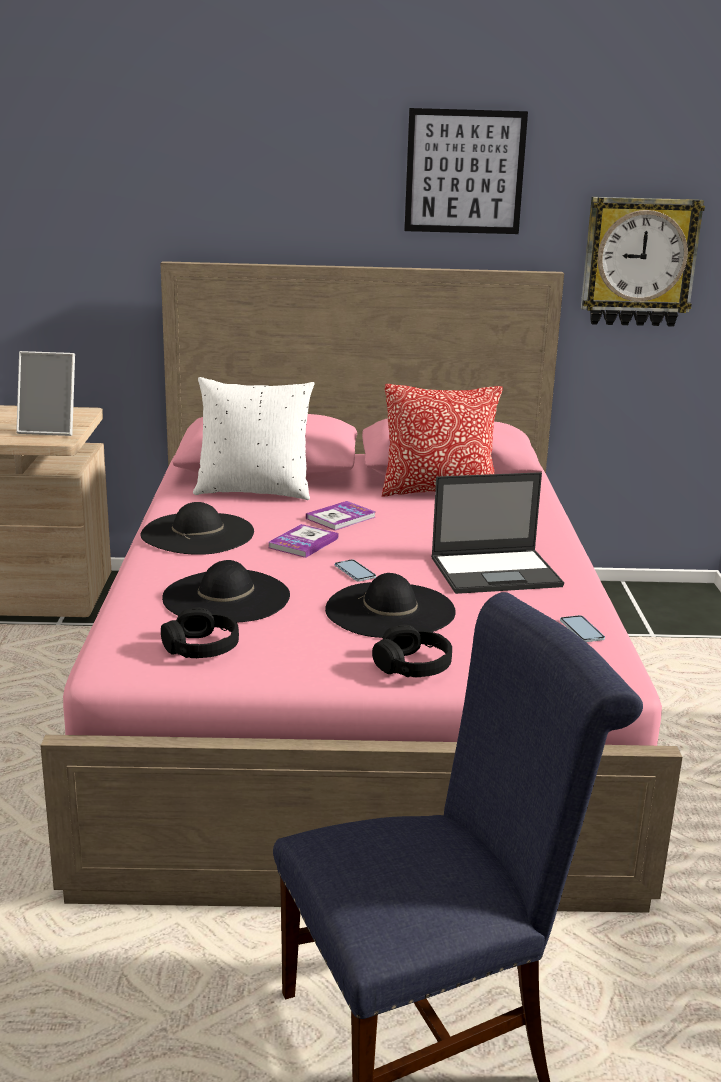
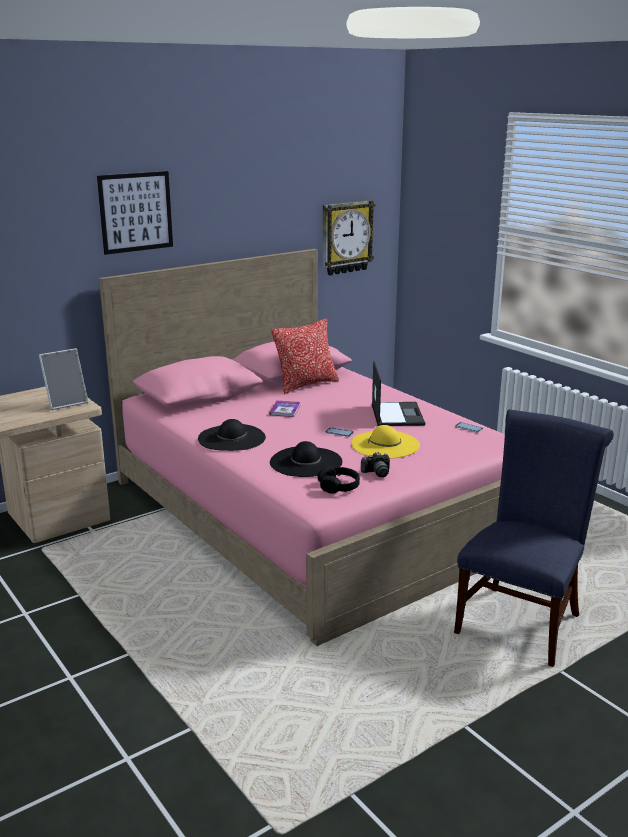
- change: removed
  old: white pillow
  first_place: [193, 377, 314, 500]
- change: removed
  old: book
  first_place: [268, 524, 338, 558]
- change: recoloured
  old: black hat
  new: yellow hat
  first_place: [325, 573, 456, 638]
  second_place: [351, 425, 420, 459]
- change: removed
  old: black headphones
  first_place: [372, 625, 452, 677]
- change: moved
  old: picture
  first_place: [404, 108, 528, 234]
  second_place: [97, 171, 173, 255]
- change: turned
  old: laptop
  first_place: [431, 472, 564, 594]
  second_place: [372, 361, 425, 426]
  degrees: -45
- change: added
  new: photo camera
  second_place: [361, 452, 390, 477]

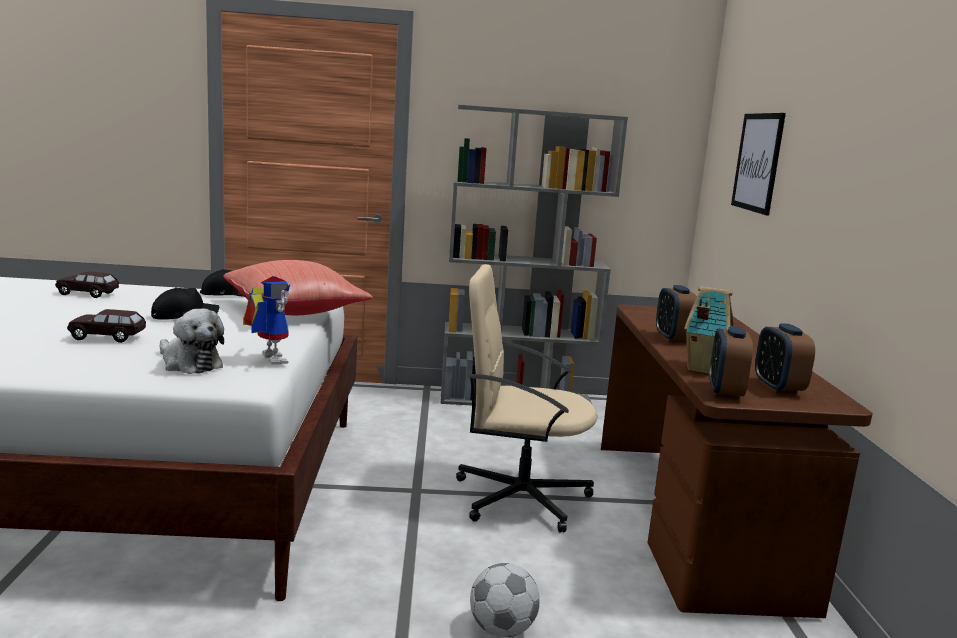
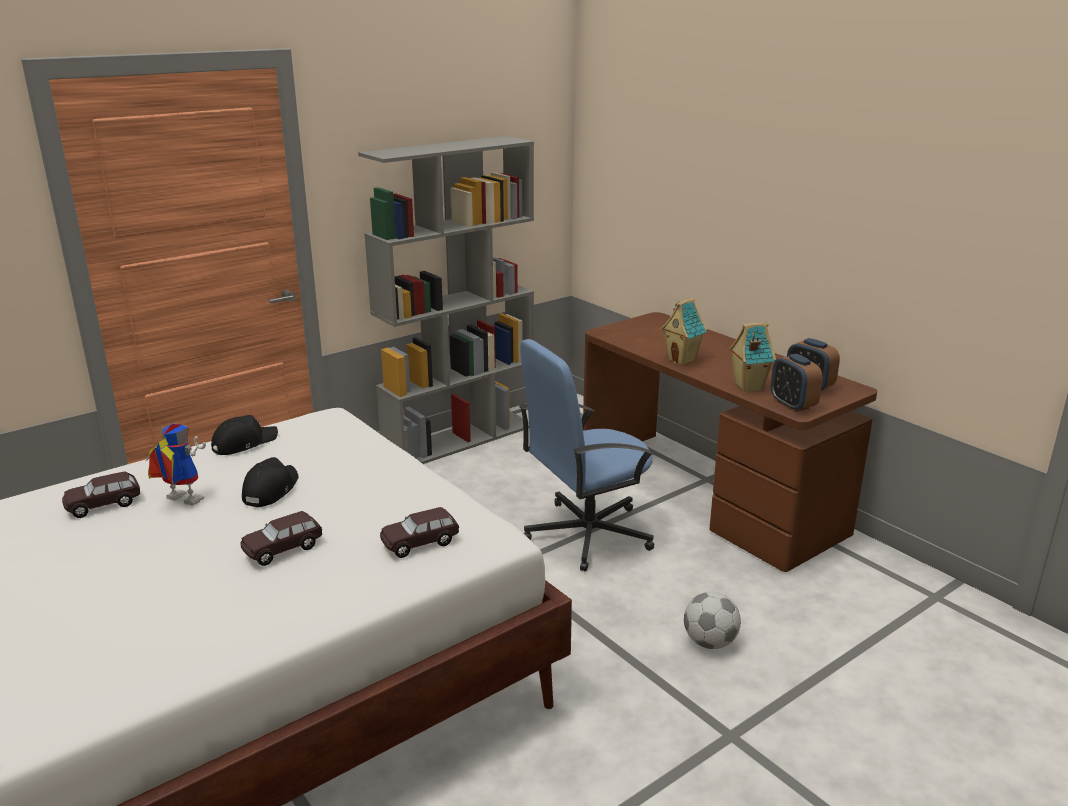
- change: replaced
  old: plush toy
  new: brown toy car
  first_place: [160, 309, 224, 374]
  second_place: [380, 507, 459, 558]
- change: removed
  old: red pillow
  first_place: [224, 260, 373, 315]
- change: moved
  old: toy robot
  first_place: [243, 276, 290, 365]
  second_place: [145, 423, 206, 506]
- change: recoloured
  old: beige office chair
  new: blue office chair
  first_place: [456, 264, 598, 533]
  second_place: [519, 339, 655, 572]
- change: replaced
  old: alarm clock
  new: toy house
  first_place: [656, 285, 697, 343]
  second_place: [660, 298, 707, 365]
- change: removed
  old: picture
  first_place: [731, 113, 786, 216]

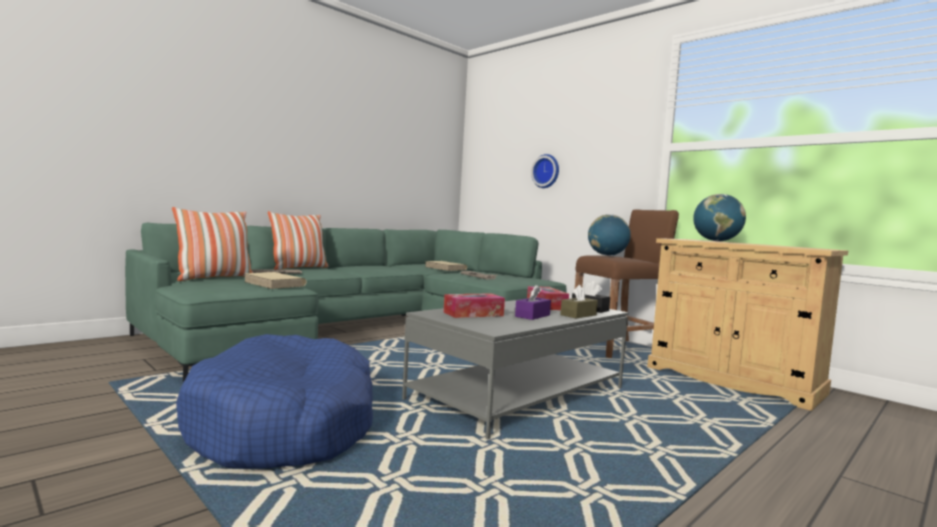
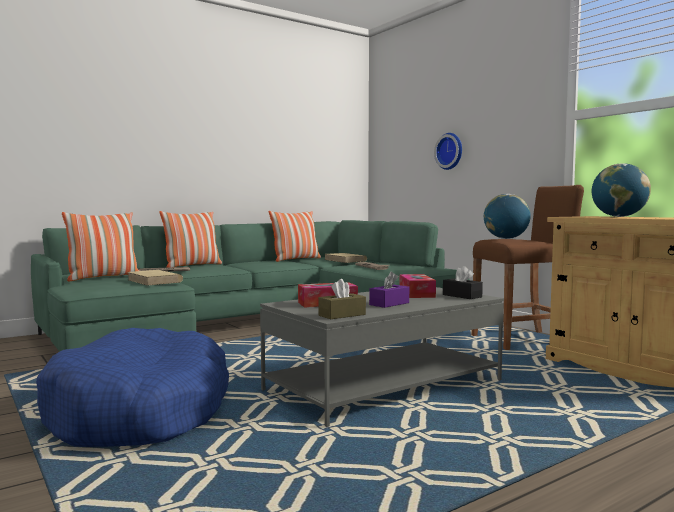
- change: moved
  old: brown tissue box
  first_place: [560, 285, 598, 318]
  second_place: [318, 279, 366, 319]
- change: added
  new: pillow
  second_place: [268, 211, 321, 262]

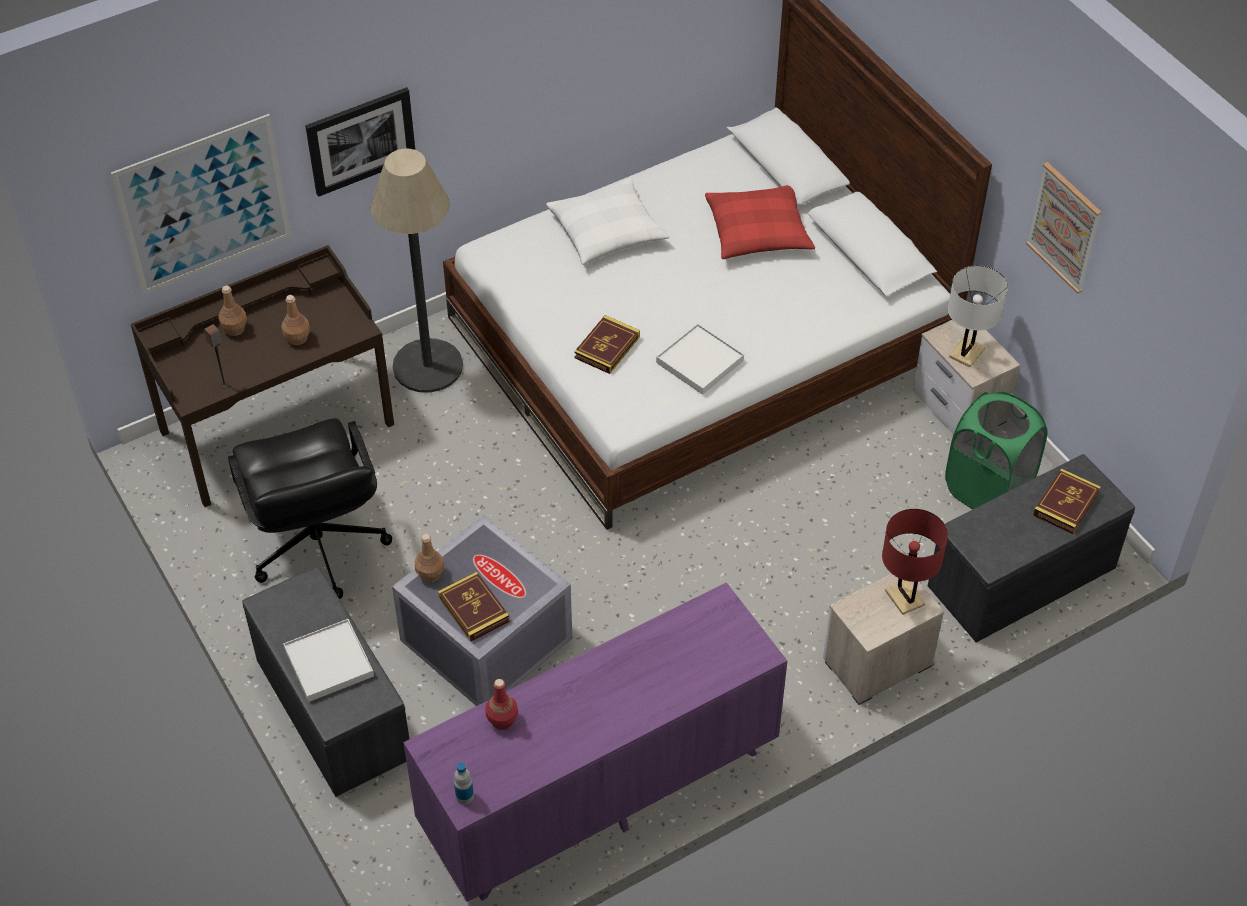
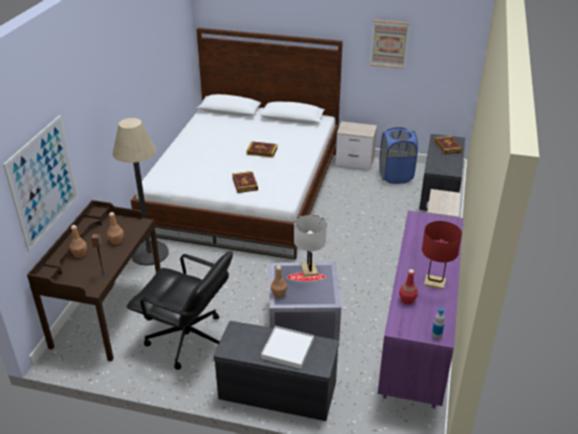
- change: removed
  old: picture
  first_place: [305, 87, 415, 197]
- change: moved
  old: book
  first_place: [438, 572, 510, 642]
  second_place: [247, 141, 278, 158]
- change: removed
  old: white pillow
  first_place: [546, 178, 669, 265]
- change: removed
  old: white tray
  first_place: [656, 324, 744, 395]
- change: removed
  old: red pillow
  first_place: [705, 185, 815, 259]
- change: moved
  old: red table lamp
  first_place: [882, 509, 948, 615]
  second_place: [422, 221, 462, 290]
- change: recoloured
  old: green laundry basket
  new: blue laundry basket
  first_place: [945, 391, 1047, 509]
  second_place: [379, 127, 418, 184]
- change: moved
  old: white table lamp
  first_place: [948, 265, 1008, 367]
  second_place: [294, 215, 327, 276]

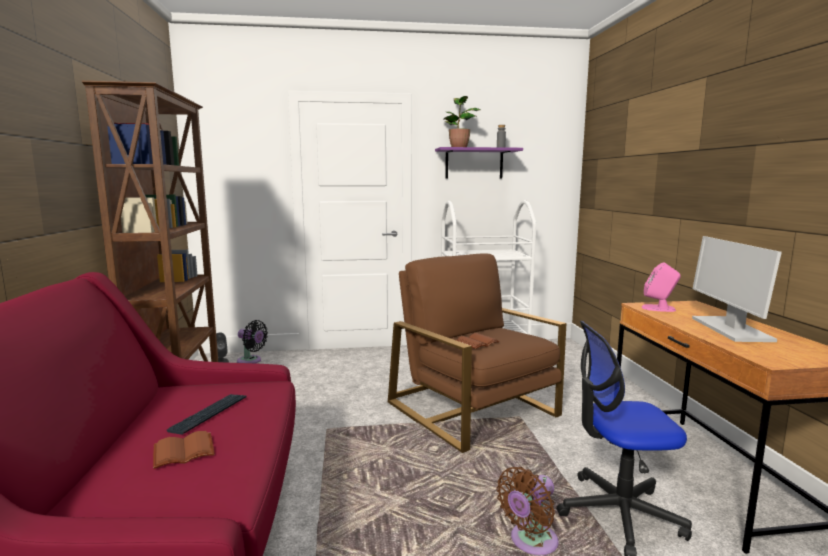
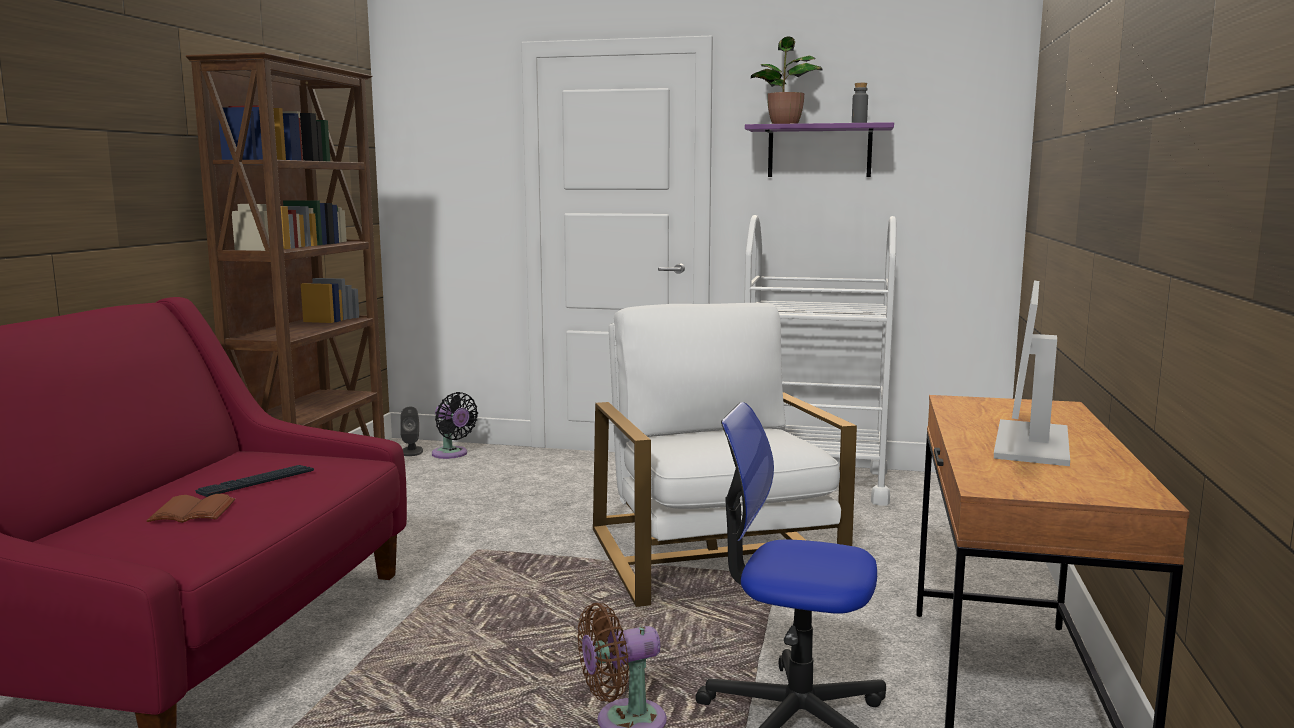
- change: recoloured
  old: brown armchair
  new: white armchair
  first_place: [388, 253, 566, 453]
  second_place: [593, 303, 857, 607]
- change: removed
  old: brown book
  first_place: [456, 333, 500, 349]
- change: removed
  old: pink speaker
  first_place: [642, 262, 681, 312]

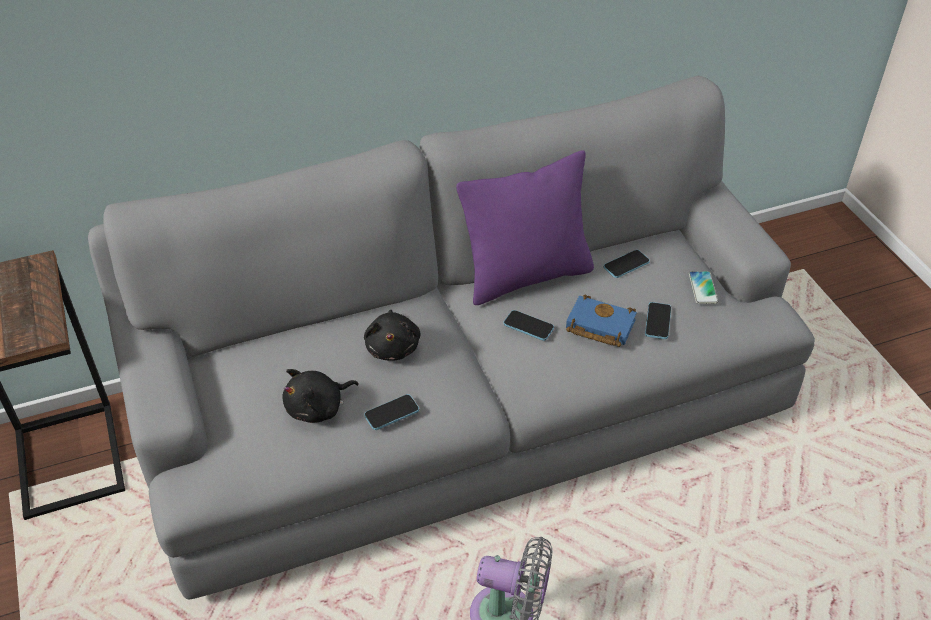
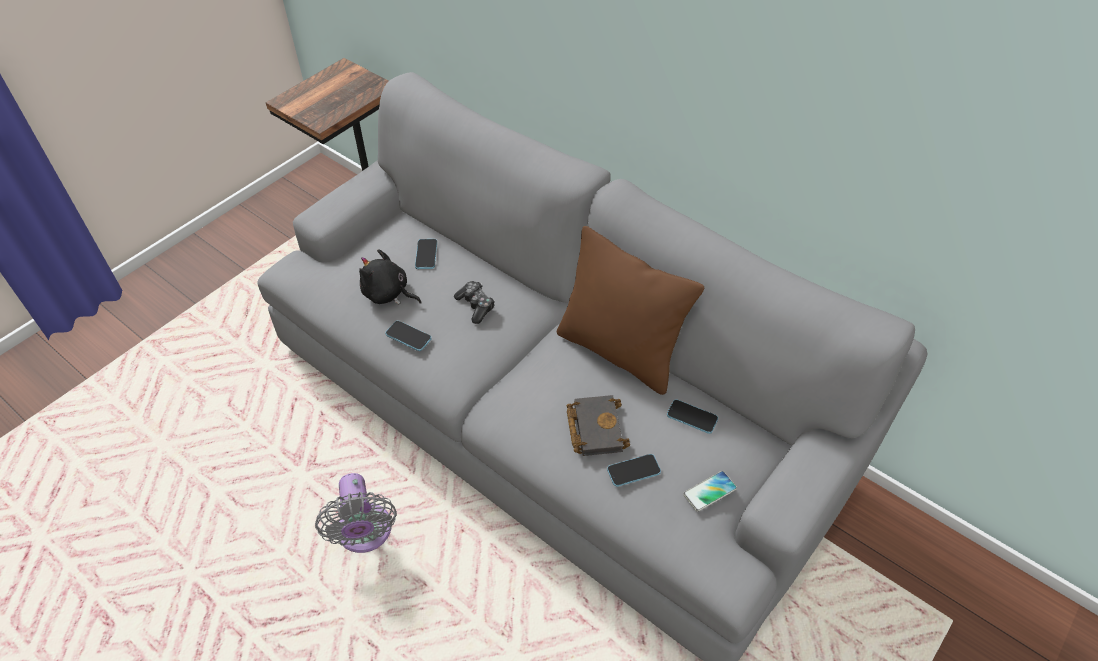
- change: replaced
  old: black plush toy
  new: game controller
  first_place: [364, 310, 421, 361]
  second_place: [454, 281, 495, 324]
- change: recoloured
  old: purple pillow
  new: brown pillow
  first_place: [456, 150, 594, 305]
  second_place: [557, 226, 704, 395]
- change: moved
  old: phone
  first_place: [504, 310, 554, 341]
  second_place: [415, 239, 437, 269]
- change: recoloured
  old: blue book
  new: black book
  first_place: [566, 294, 637, 347]
  second_place: [567, 395, 630, 456]

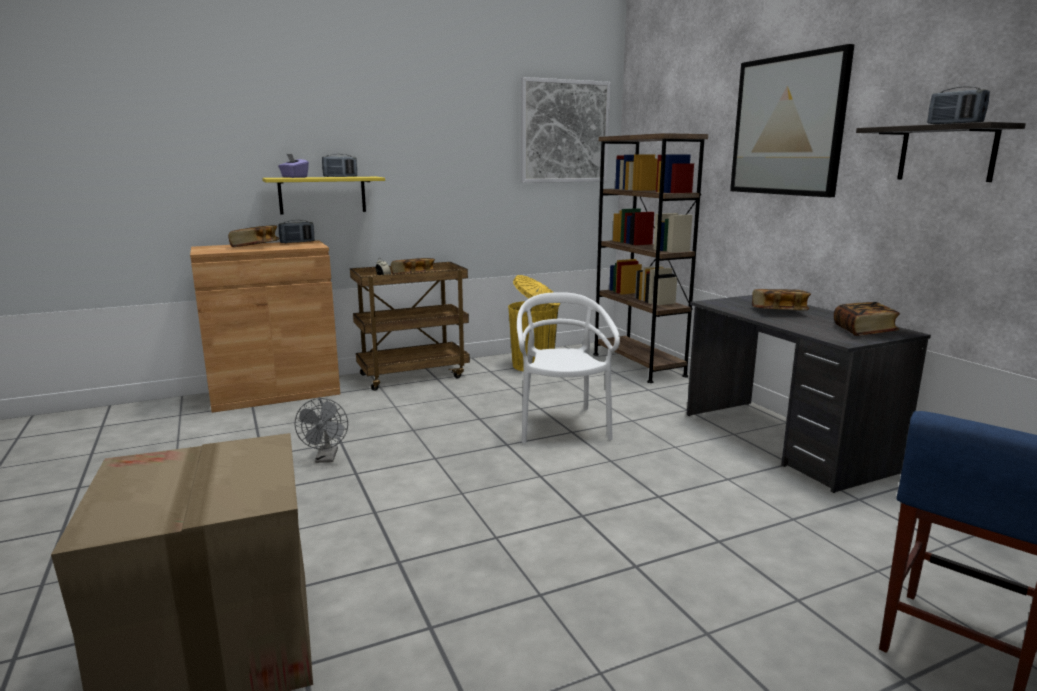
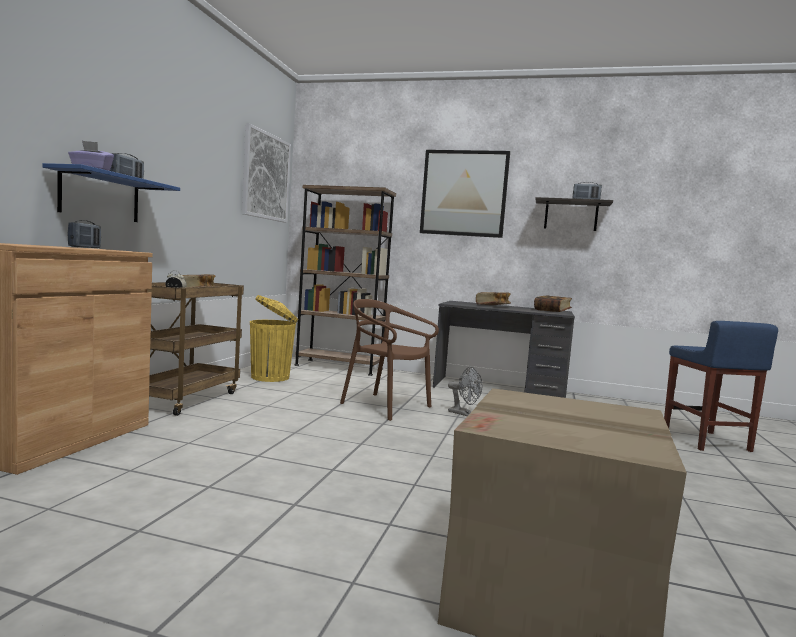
- change: removed
  old: book
  first_place: [228, 225, 279, 247]
- change: recoloured
  old: yellow shelf
  new: blue shelf
  first_place: [262, 177, 385, 215]
  second_place: [43, 163, 180, 222]
- change: moved
  old: grey fan
  first_place: [295, 398, 348, 463]
  second_place: [448, 366, 482, 416]
- change: recoloured
  old: white chair
  new: brown chair
  first_place: [517, 292, 620, 443]
  second_place: [340, 299, 439, 421]

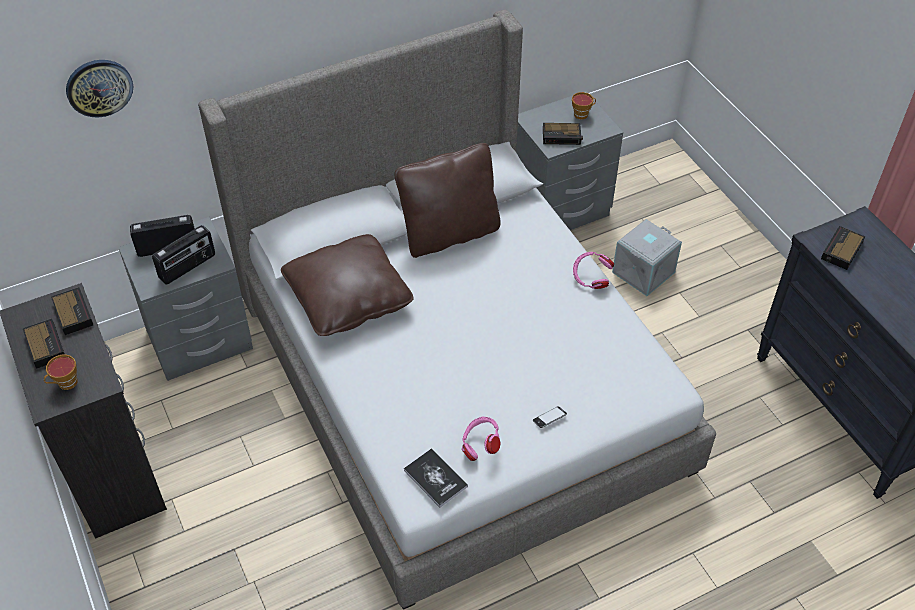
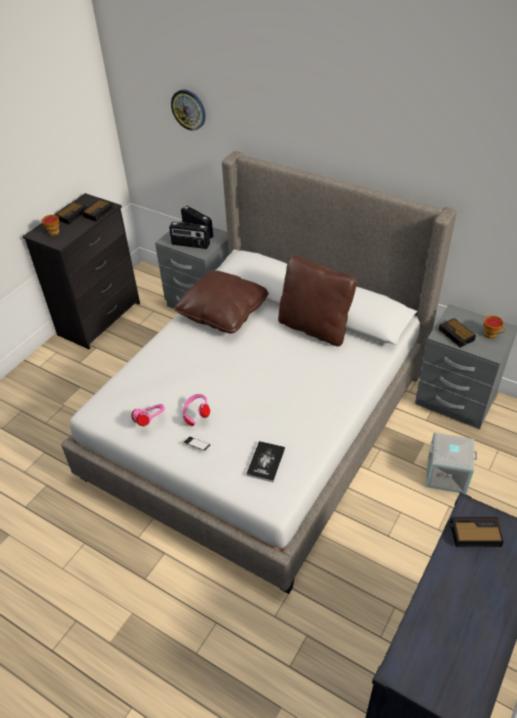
- change: moved
  old: book
  first_place: [404, 448, 468, 507]
  second_place: [246, 441, 285, 482]
- change: moved
  old: pink headphones
  first_place: [573, 252, 614, 289]
  second_place: [183, 394, 210, 426]

